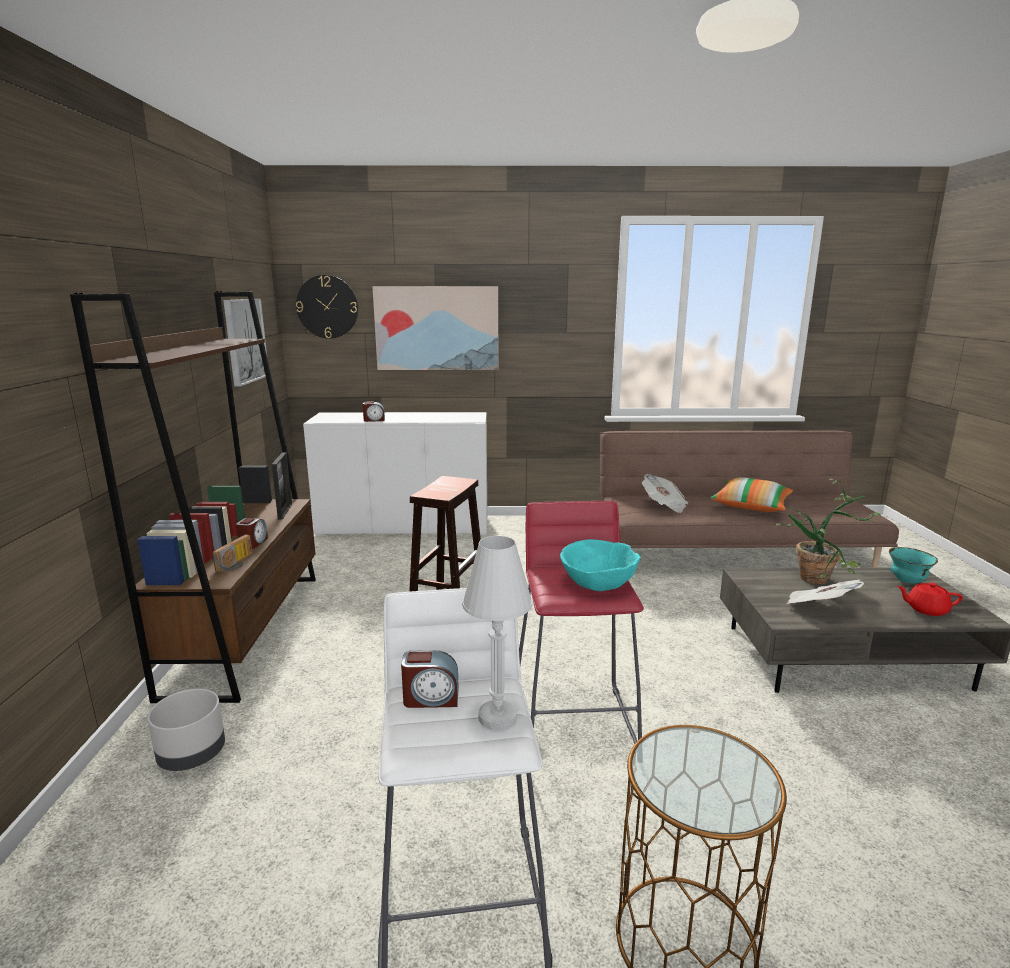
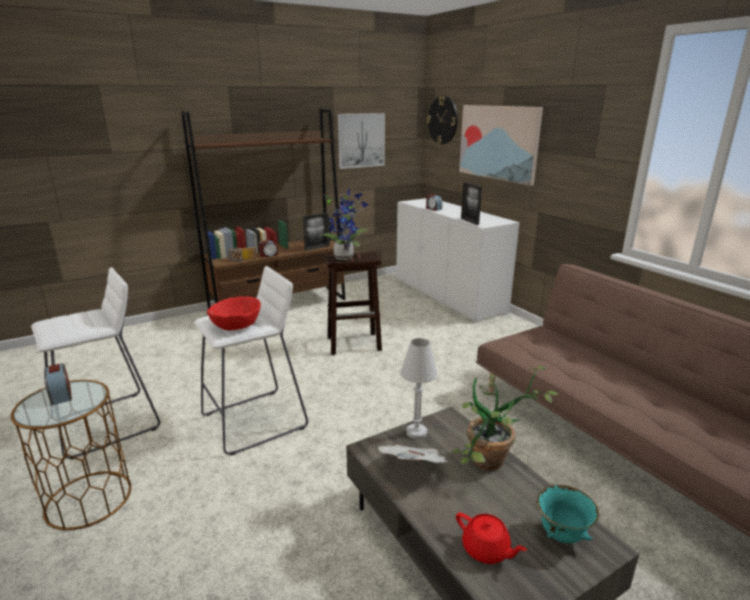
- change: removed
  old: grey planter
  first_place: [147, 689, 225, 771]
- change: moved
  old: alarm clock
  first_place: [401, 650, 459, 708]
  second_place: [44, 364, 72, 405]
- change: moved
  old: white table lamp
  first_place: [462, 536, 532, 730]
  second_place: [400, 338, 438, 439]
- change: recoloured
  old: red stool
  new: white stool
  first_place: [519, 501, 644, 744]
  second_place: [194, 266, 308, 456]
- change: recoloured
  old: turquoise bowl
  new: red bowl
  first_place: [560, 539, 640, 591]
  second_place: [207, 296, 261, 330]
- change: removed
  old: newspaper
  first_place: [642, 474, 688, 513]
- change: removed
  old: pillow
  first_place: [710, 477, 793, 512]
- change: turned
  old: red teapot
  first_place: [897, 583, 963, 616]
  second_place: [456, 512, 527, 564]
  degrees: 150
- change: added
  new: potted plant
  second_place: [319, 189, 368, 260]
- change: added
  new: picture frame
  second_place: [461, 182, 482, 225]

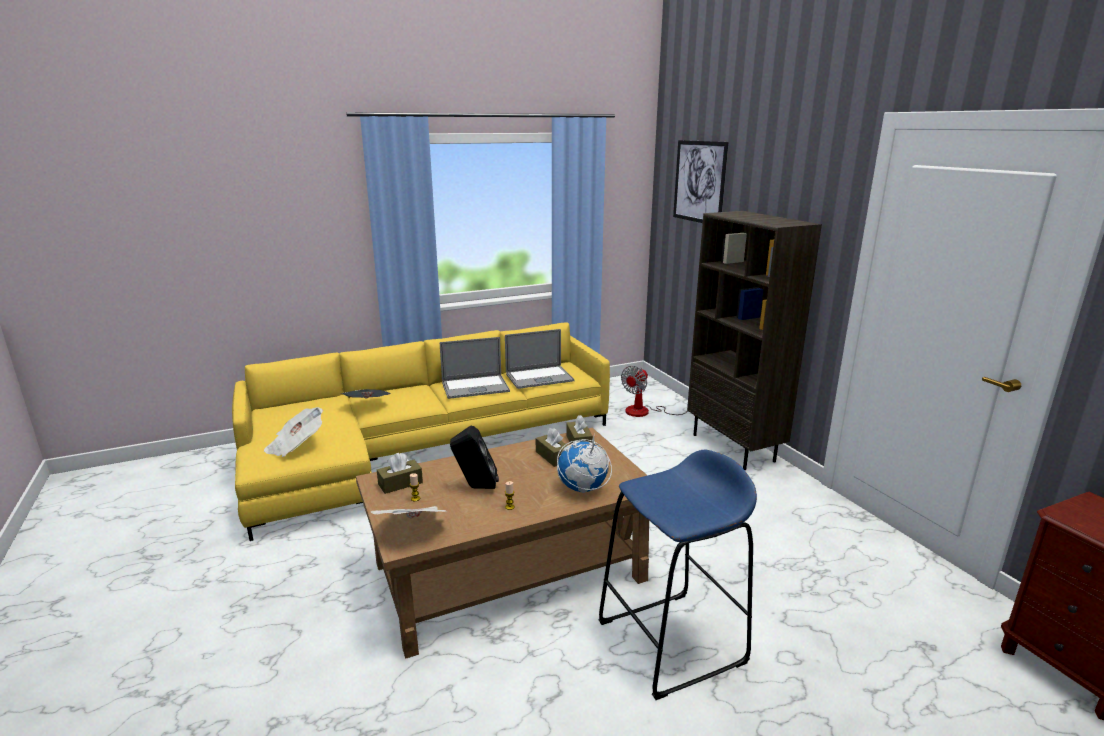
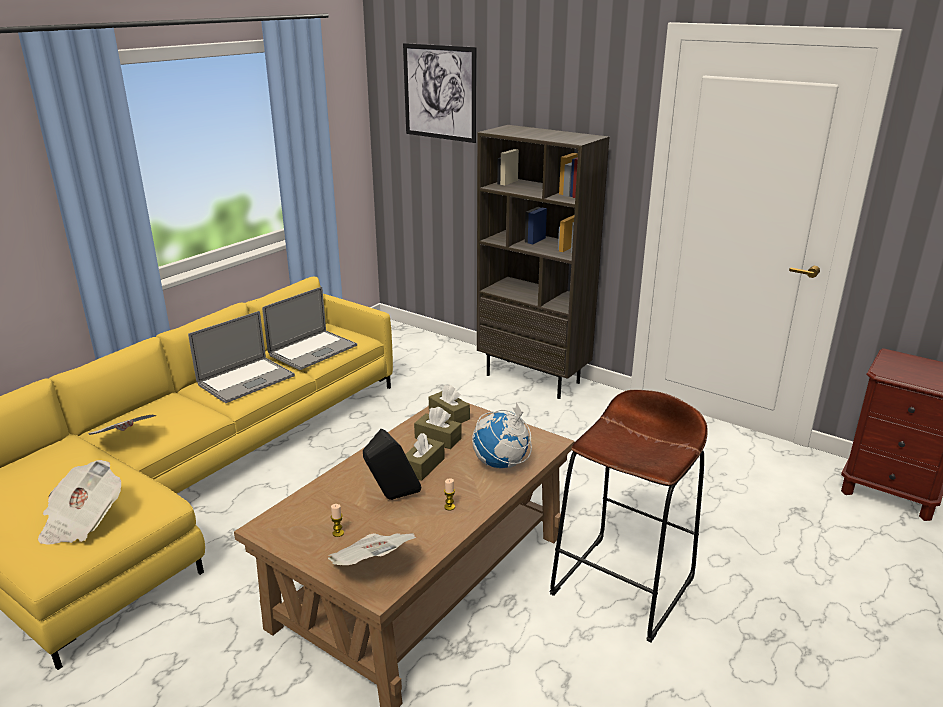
- change: moved
  old: brown tissue box
  first_place: [377, 453, 423, 494]
  second_place: [405, 433, 445, 481]
- change: recoloured
  old: blue stool
  new: brown stool
  first_place: [599, 450, 757, 700]
  second_place: [550, 390, 708, 643]
- change: removed
  old: fan
  first_place: [621, 366, 687, 417]

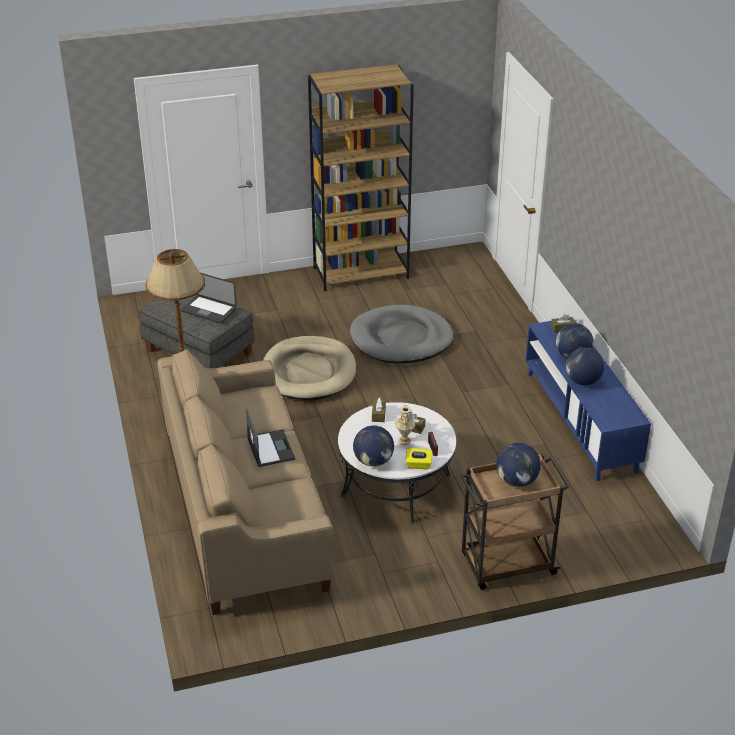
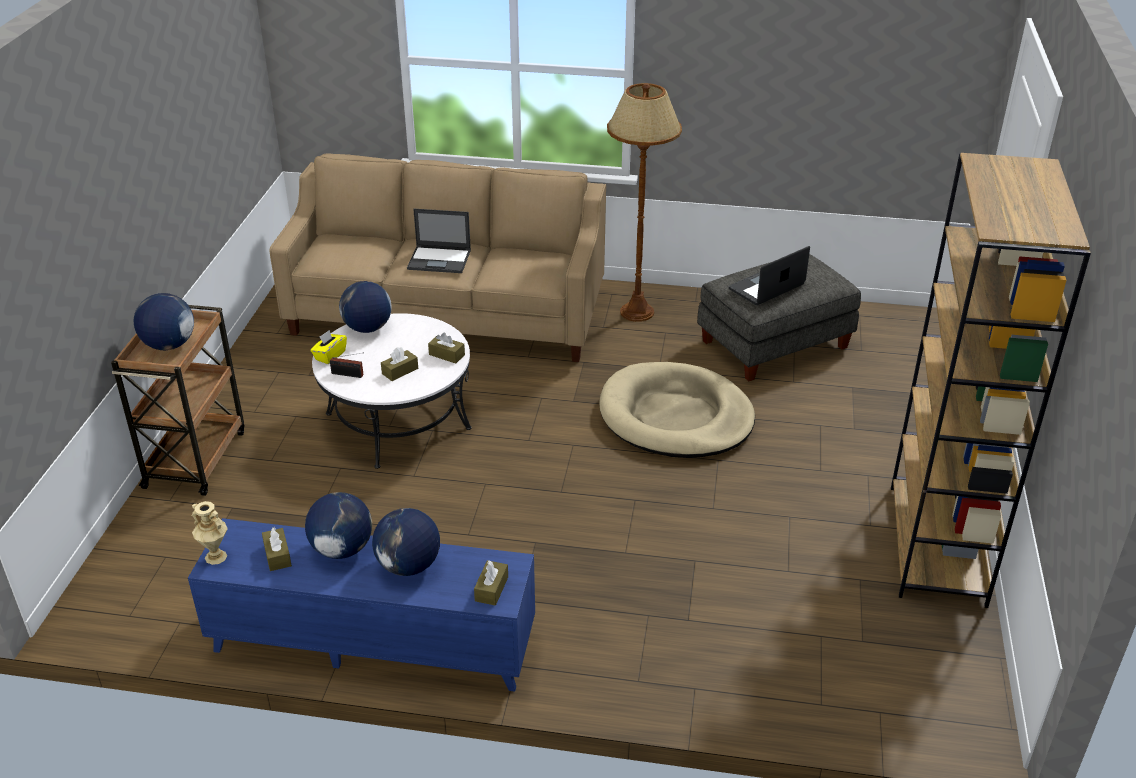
- change: removed
  old: grey dog bed
  first_place: [350, 305, 453, 363]
- change: moved
  old: beige vase
  first_place: [395, 405, 415, 445]
  second_place: [192, 501, 228, 565]
- change: added
  new: brown tissue box
  second_place: [262, 527, 292, 571]

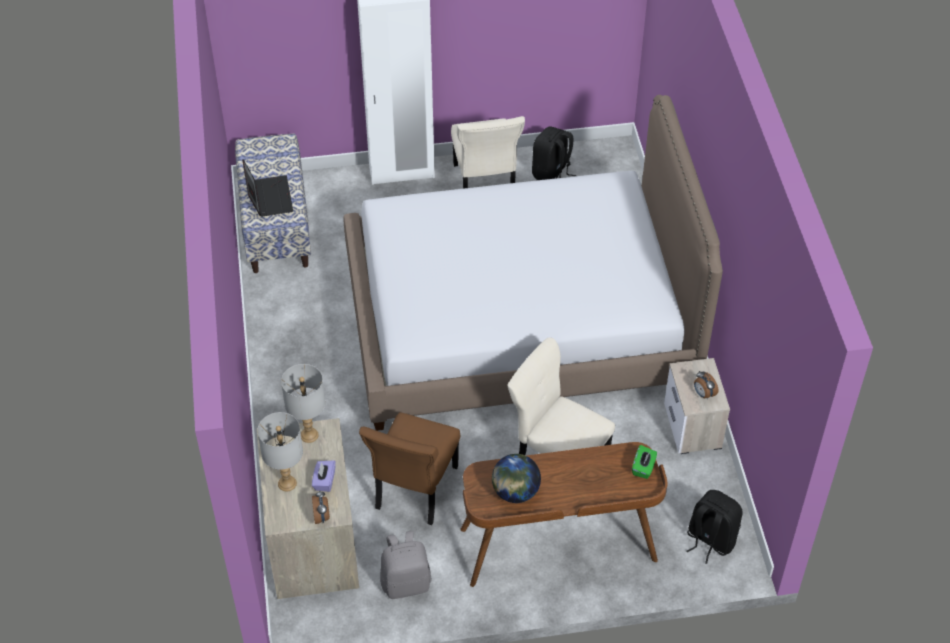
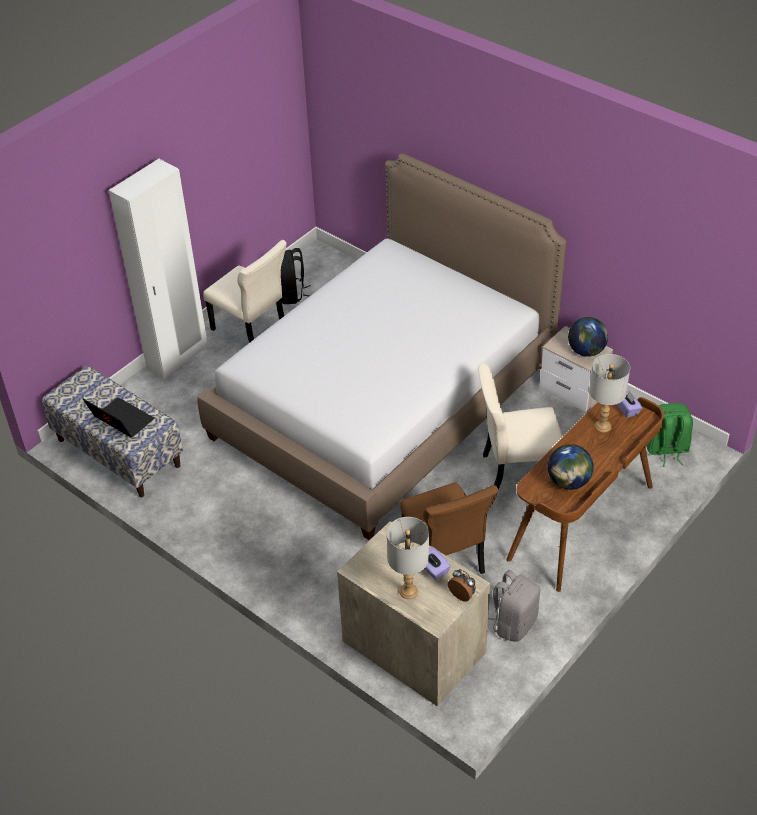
- change: moved
  old: grey table lamp
  first_place: [281, 364, 325, 443]
  second_place: [589, 354, 630, 432]
- change: recoloured
  old: green tissue box
  new: purple tissue box
  first_place: [632, 445, 657, 479]
  second_place: [616, 391, 642, 418]
- change: recoloured
  old: black backpack
  new: green backpack
  first_place: [687, 490, 743, 564]
  second_place: [646, 403, 693, 467]
- change: replaced
  old: alarm clock
  new: globe
  first_place: [694, 371, 718, 399]
  second_place: [568, 317, 608, 357]

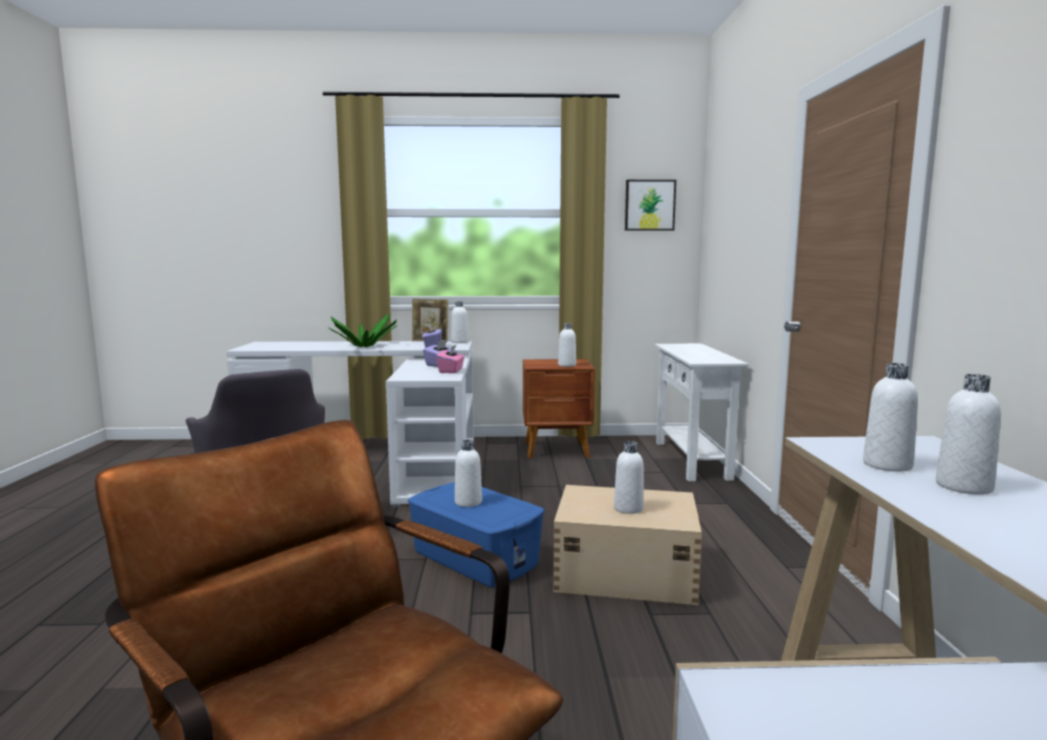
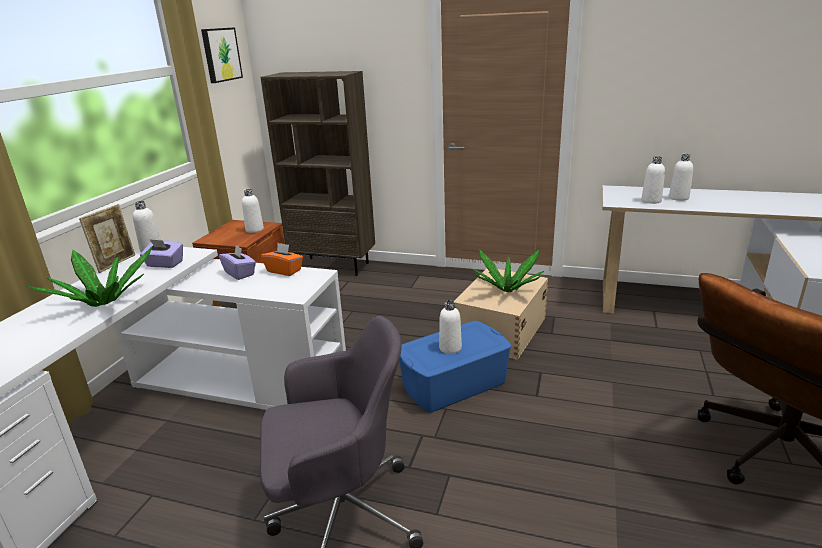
- change: recoloured
  old: pink tissue box
  new: orange tissue box
  first_place: [436, 344, 465, 373]
  second_place: [261, 243, 303, 276]
- change: replaced
  old: white bottle
  new: potted plant
  first_place: [614, 441, 644, 514]
  second_place: [473, 249, 544, 293]
- change: replaced
  old: white console table
  new: brown bookcase
  first_place: [654, 343, 749, 481]
  second_place: [260, 71, 375, 276]

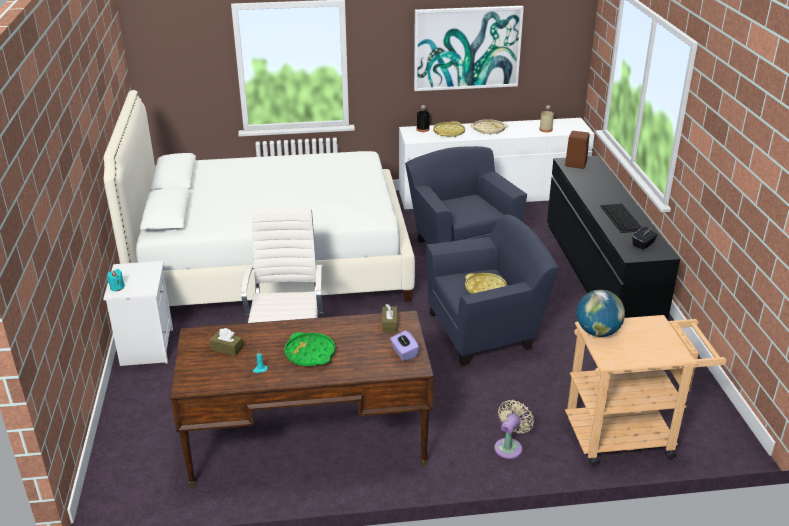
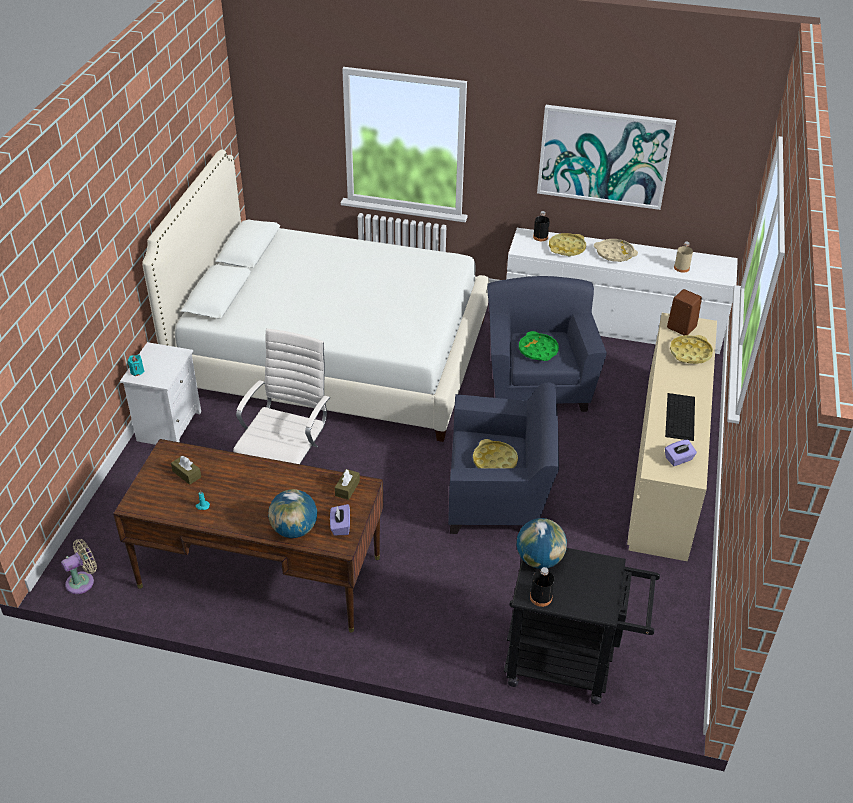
- change: moved
  old: green tray
  first_place: [284, 332, 335, 366]
  second_place: [519, 331, 559, 361]
- change: moved
  old: beige fan
  first_place: [494, 400, 534, 459]
  second_place: [61, 539, 97, 594]
- change: recoloured
  old: black dresser
  new: beige dresser
  first_place: [547, 156, 680, 320]
  second_place: [627, 313, 717, 561]
- change: recoloured
  old: beige cart
  new: black cart
  first_place: [565, 315, 727, 466]
  second_place: [504, 548, 660, 704]
- change: recoloured
  old: black tissue box
  new: purple tissue box
  first_place: [632, 227, 658, 250]
  second_place: [665, 440, 697, 466]
- change: added
  new: globe
  second_place: [268, 489, 317, 538]
- change: added
  new: black bottle
  second_place: [530, 567, 555, 607]
- change: added
  new: yellow tray
  second_place: [670, 335, 713, 364]

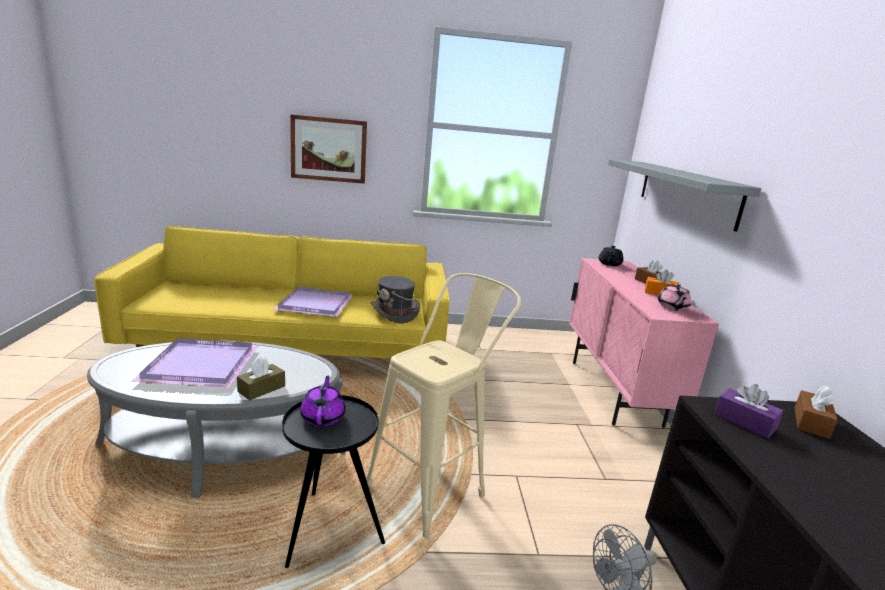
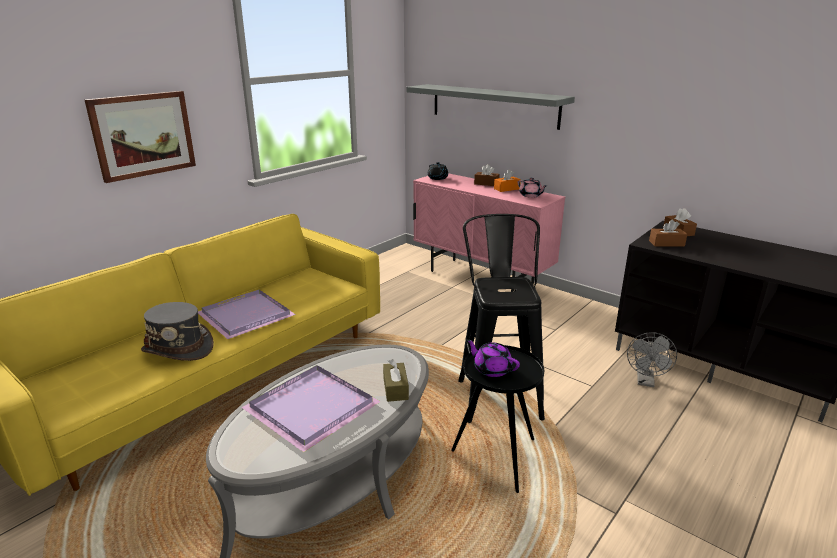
- change: recoloured
  old: beige stool
  new: black stool
  first_place: [366, 273, 521, 538]
  second_place: [458, 214, 545, 423]
- change: moved
  old: grey hat
  first_place: [371, 276, 420, 324]
  second_place: [141, 302, 214, 361]
- change: recoloured
  old: purple tissue box
  new: brown tissue box
  first_place: [714, 384, 783, 438]
  second_place: [649, 220, 687, 247]

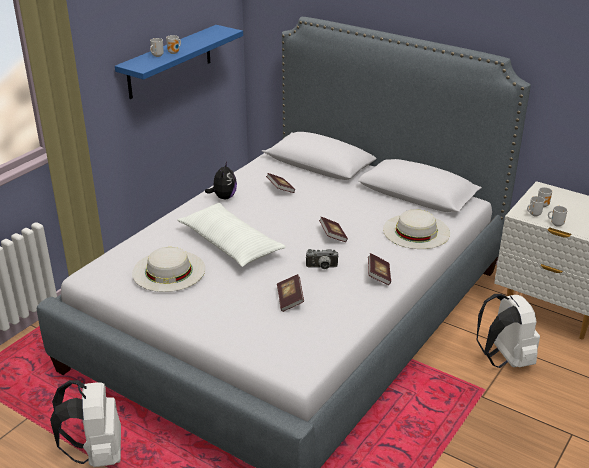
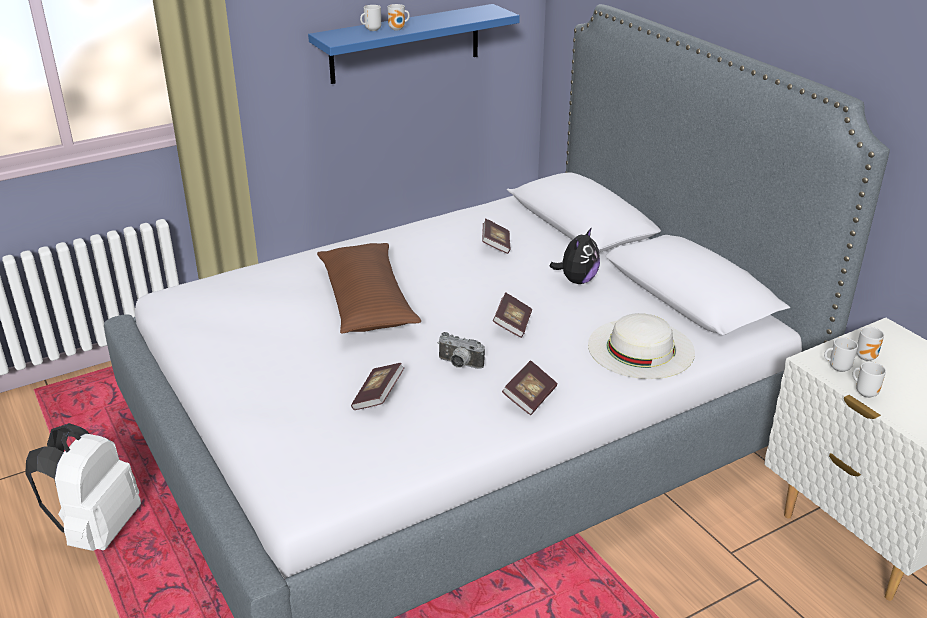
- change: removed
  old: white hat
  first_place: [132, 247, 205, 292]
- change: recoloured
  old: white pillow
  new: brown pillow
  first_place: [177, 203, 286, 267]
  second_place: [317, 243, 421, 334]
- change: moved
  old: plush toy
  first_place: [205, 162, 237, 199]
  second_place: [549, 227, 600, 284]
- change: removed
  old: white backpack
  first_place: [477, 294, 540, 368]

